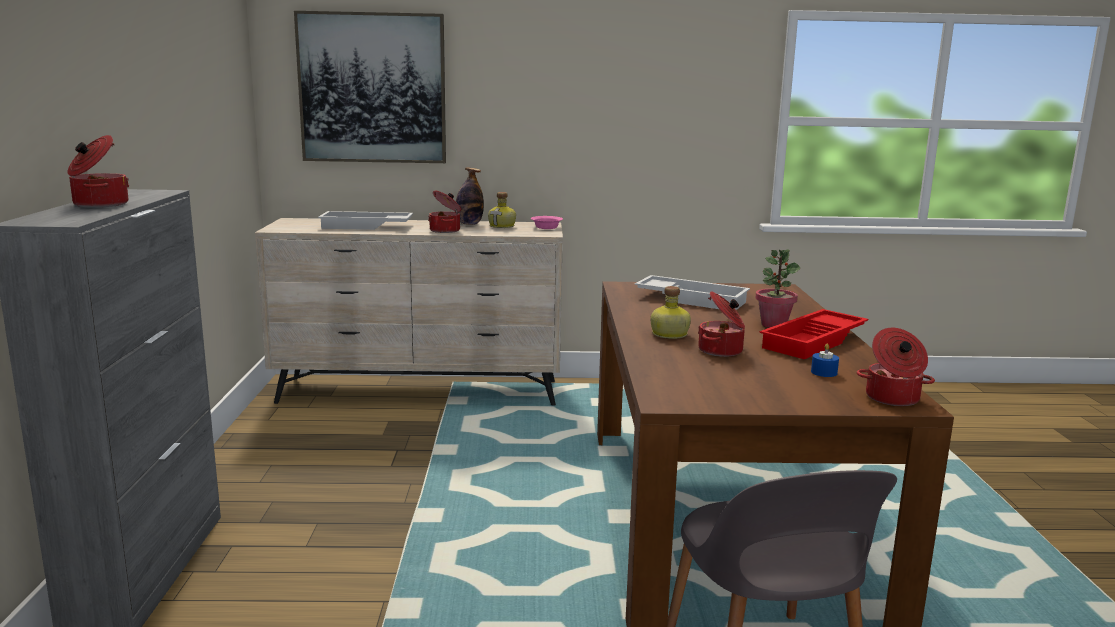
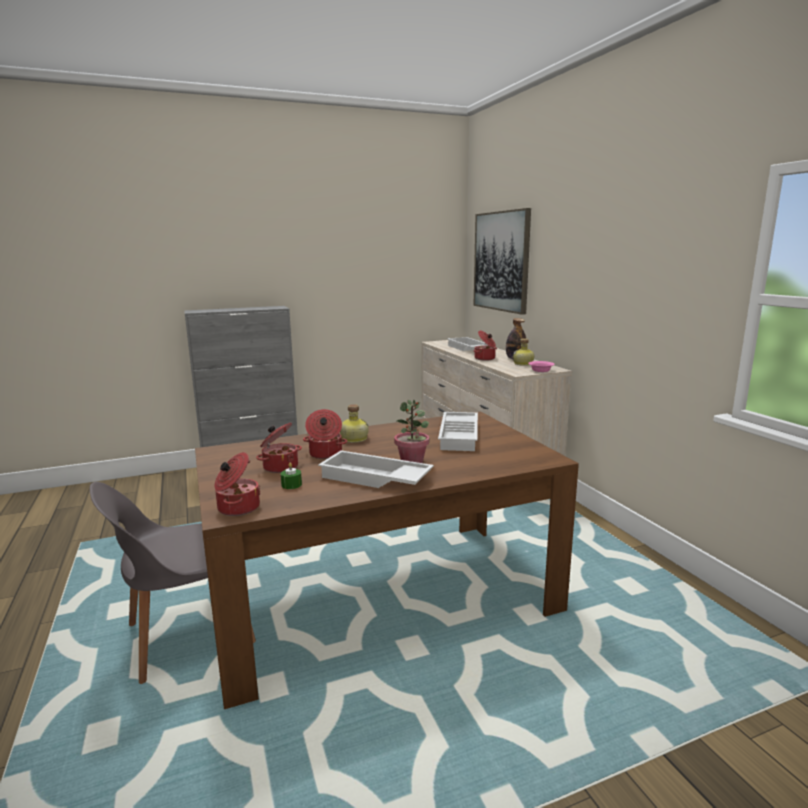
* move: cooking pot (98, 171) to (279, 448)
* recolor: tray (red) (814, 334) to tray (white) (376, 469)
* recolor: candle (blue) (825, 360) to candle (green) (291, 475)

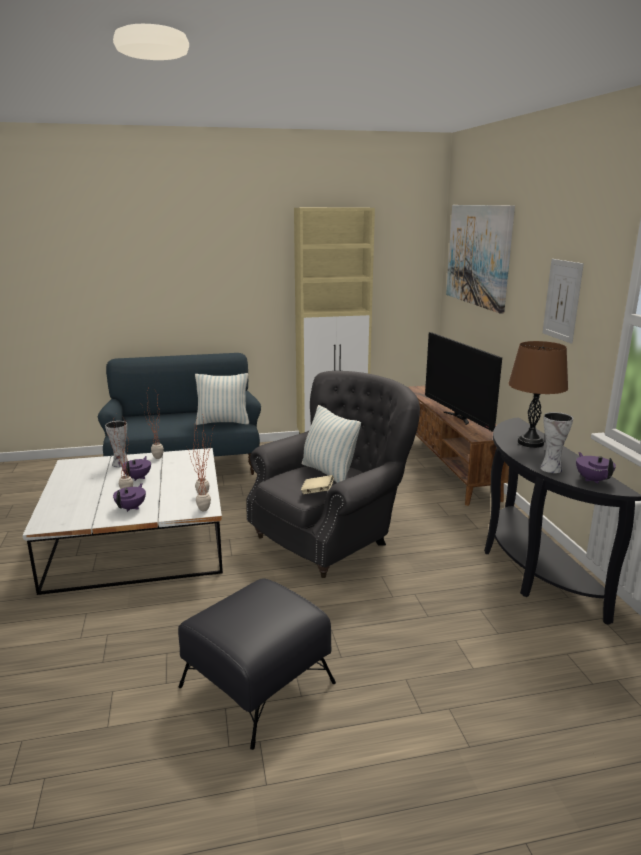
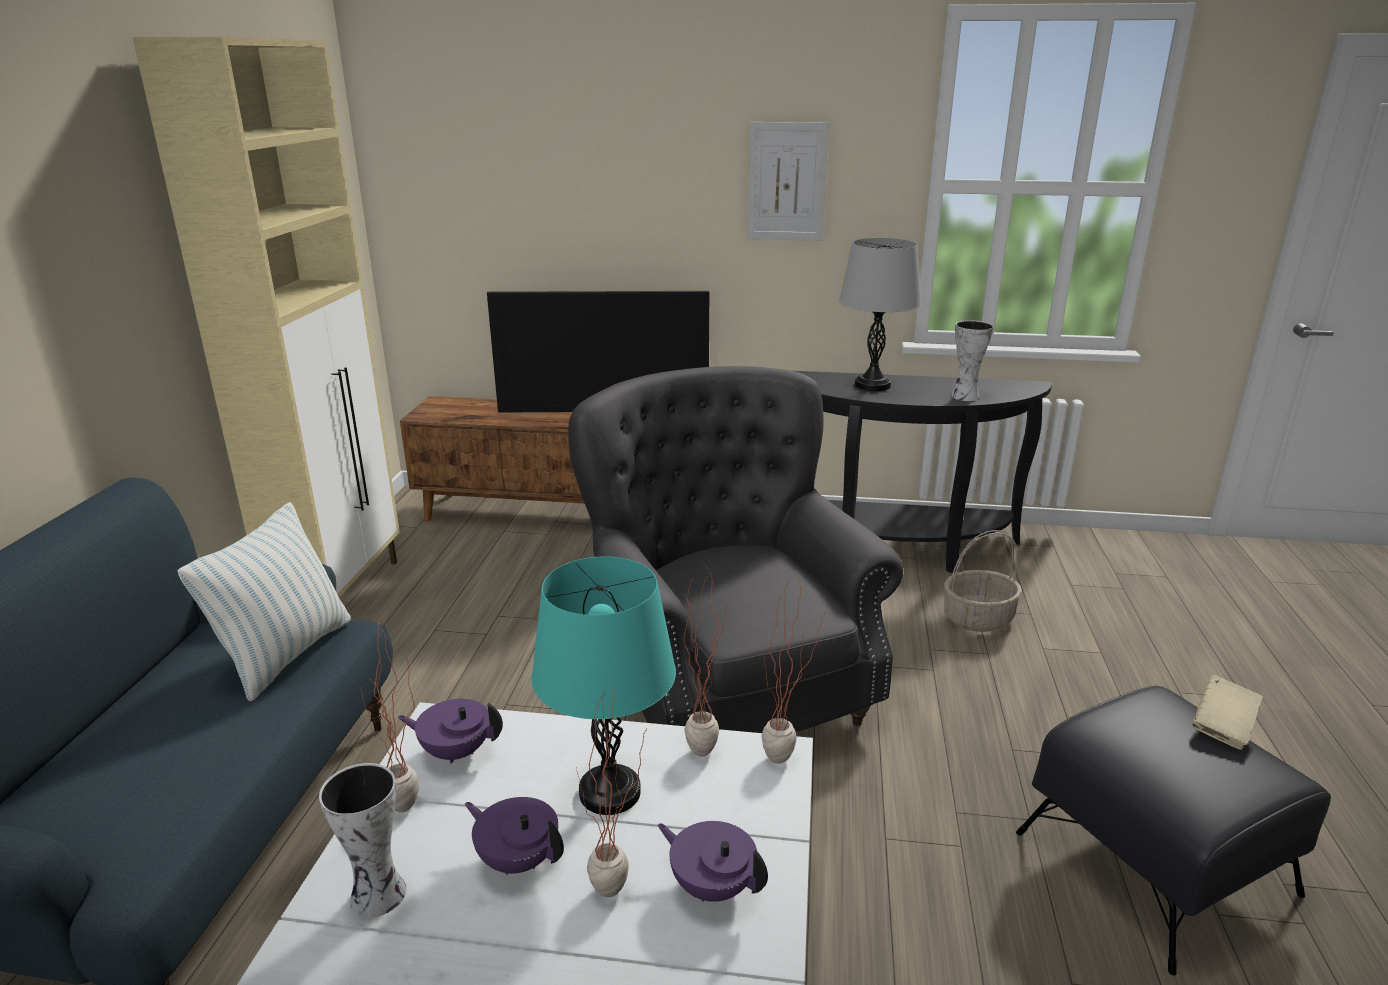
* move: book (beige) (317, 484) to (1227, 712)
* delete: pillow (331, 444)
* delete: picture (480, 259)
* recolor: table lamp (brown) (538, 394) to table lamp (grey) (880, 314)
* move: teapot (purple) (596, 468) to (450, 731)
* insert: table lamp (turquoise) (603, 685)
* insert: basket (983, 581)

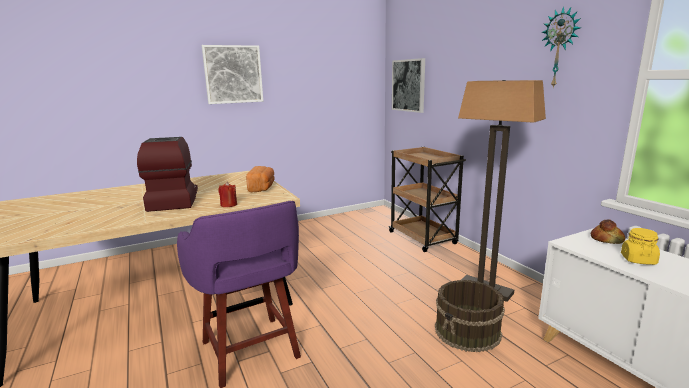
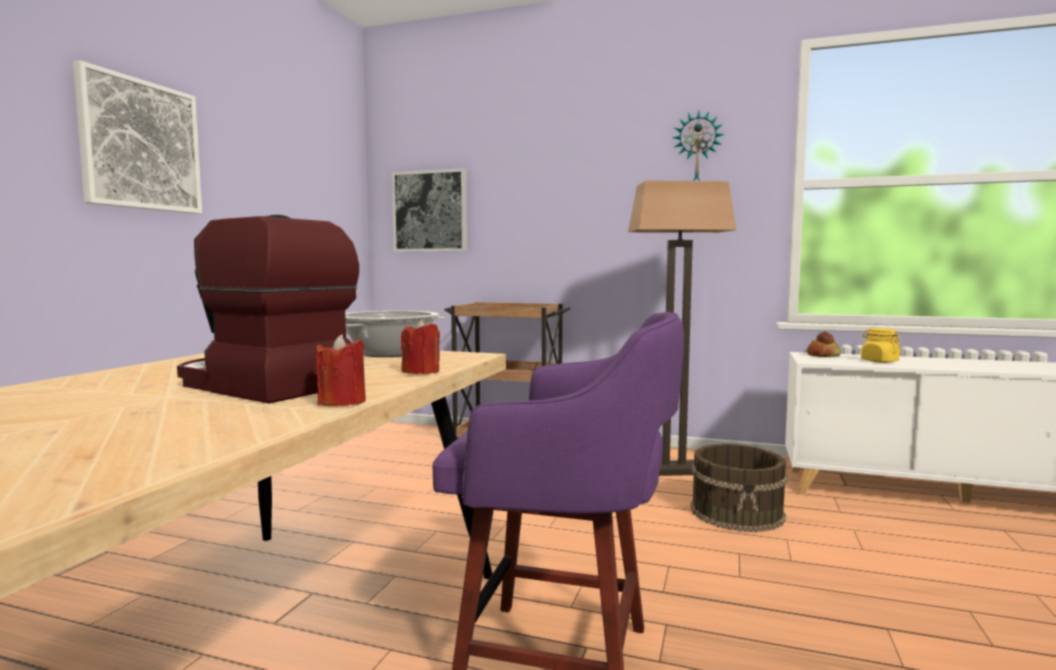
* replace: bread (260, 179) to cooking pot (395, 334)
* insert: candle (red) (341, 370)

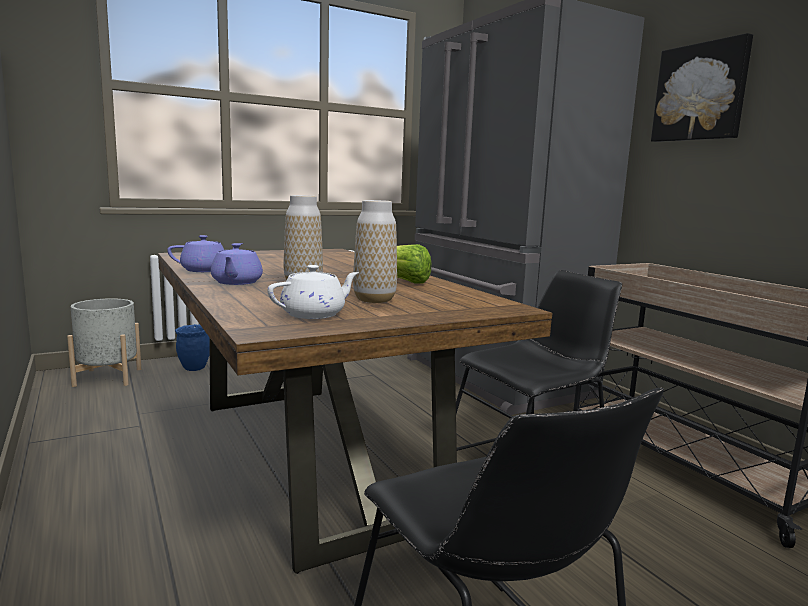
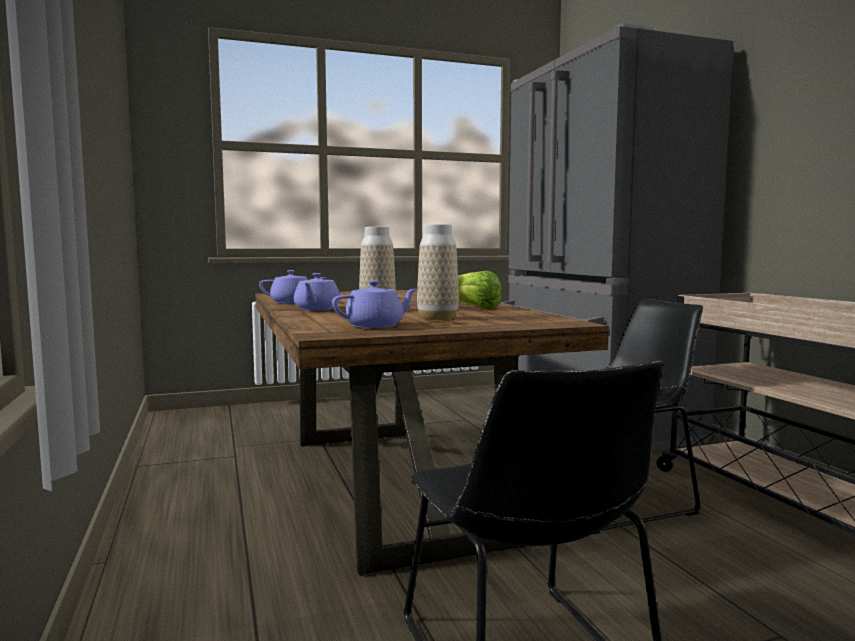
* delete: planter (grey) (104, 342)
* delete: planter (blue) (192, 347)
* recolor: teapot (white) (313, 292) to teapot (purple) (375, 304)
* delete: picture (702, 87)

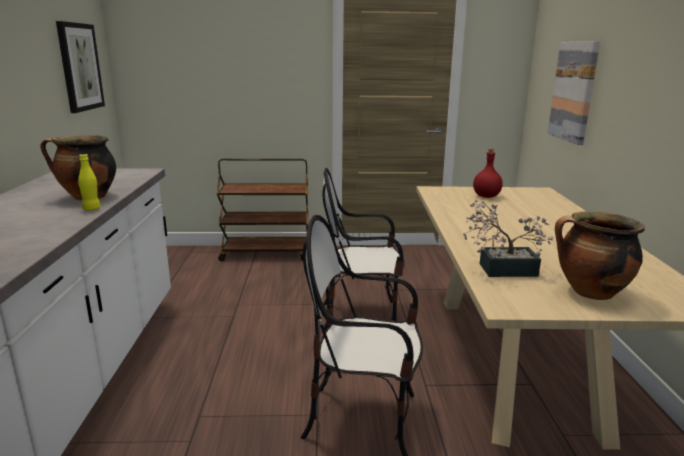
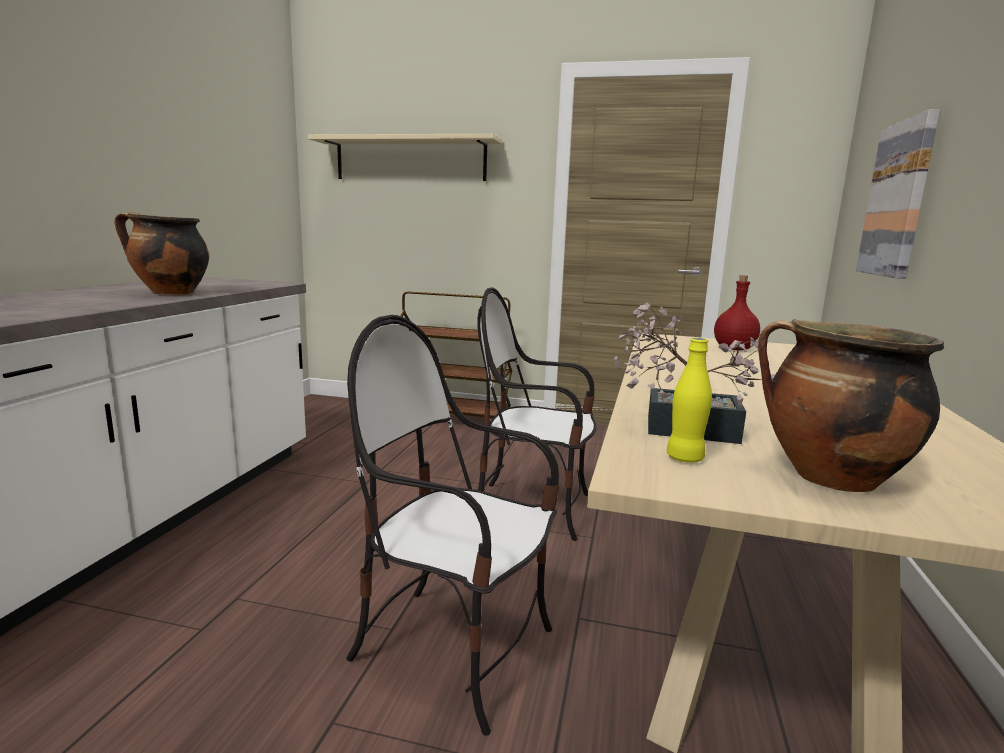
* delete: picture (80, 67)
* move: bottle (yellow) (89, 182) to (689, 400)
* insert: shelf (beige) (405, 157)

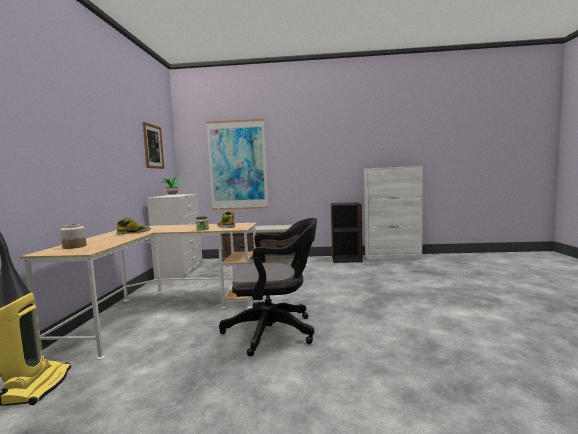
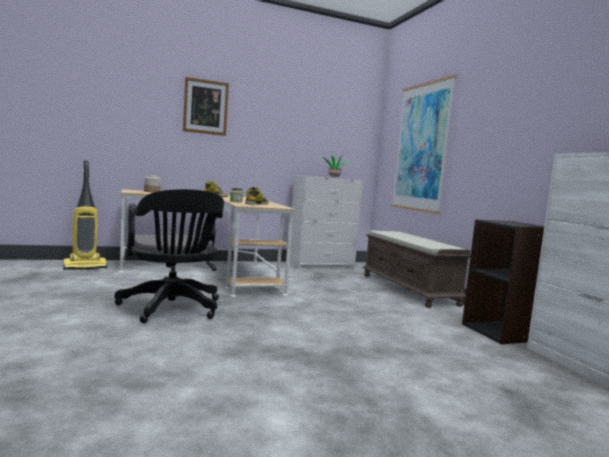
* move: picture (153, 145) to (206, 106)

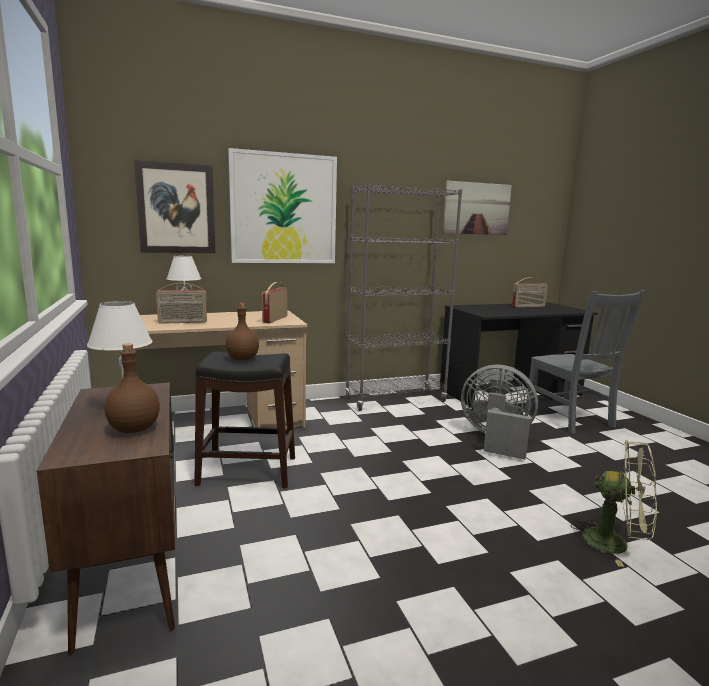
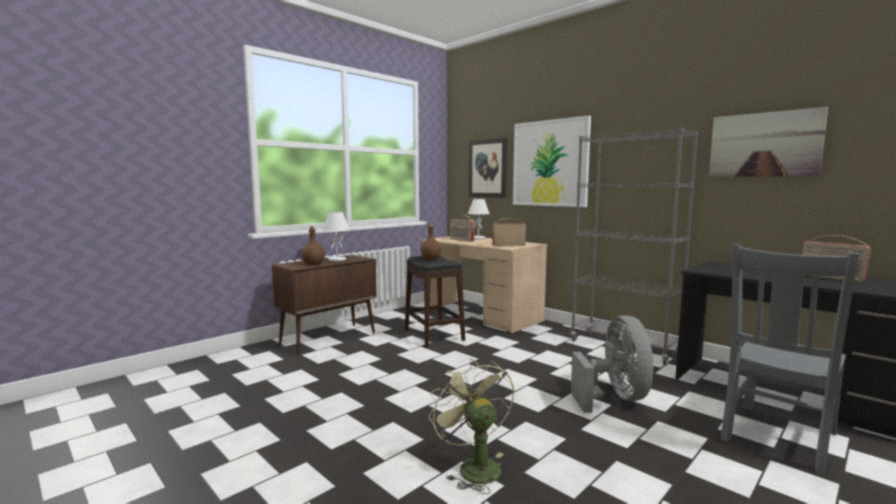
* rotate: fan (green) (614, 503) = (471, 426) 150 degrees clockwise

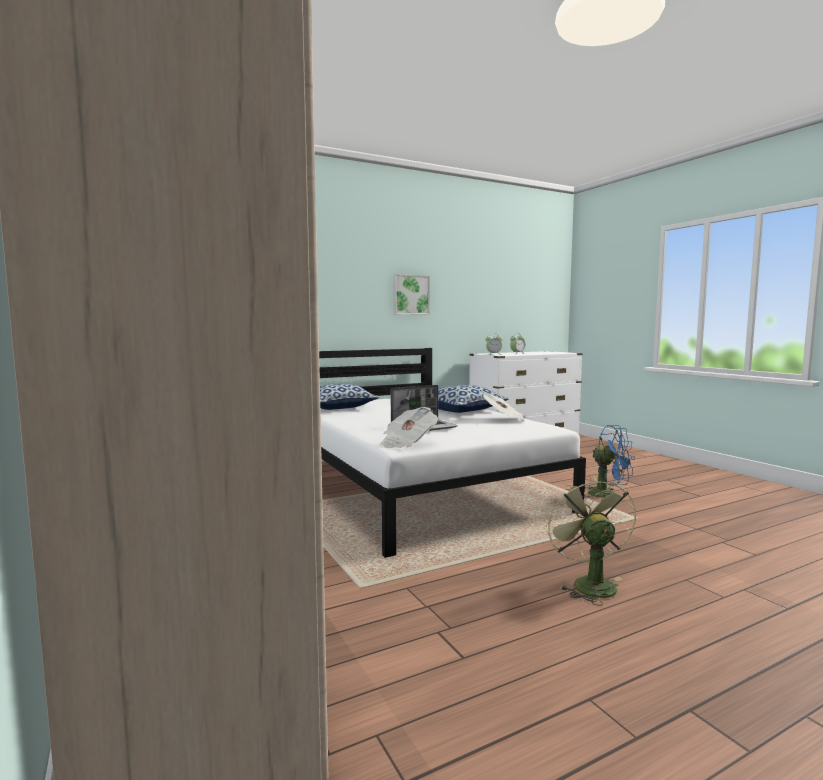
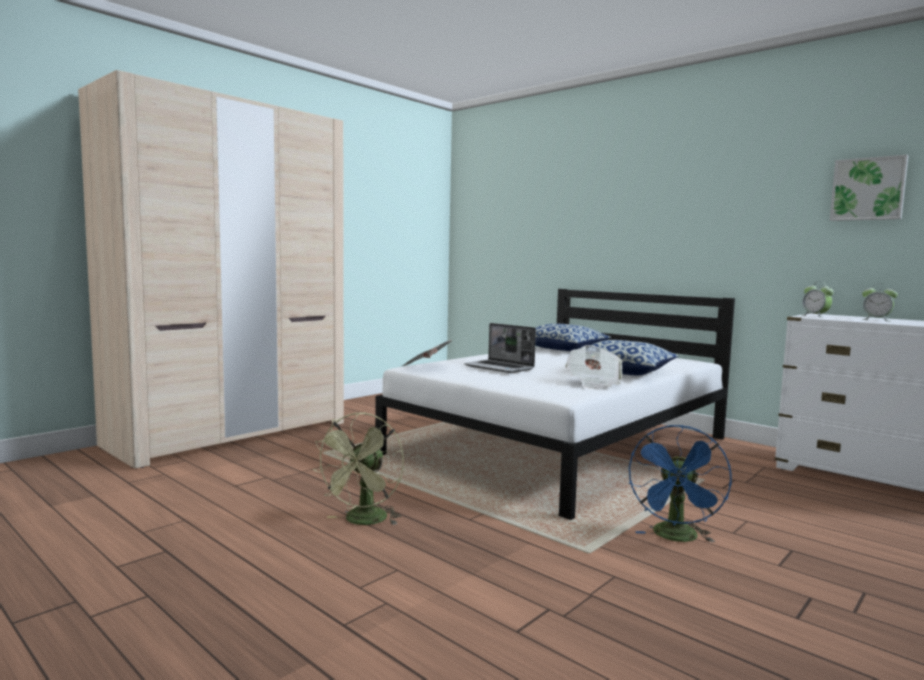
* move: picture (411, 294) to (869, 188)
* rotate: fan (green) (590, 540) = (358, 468) 135 degrees clockwise

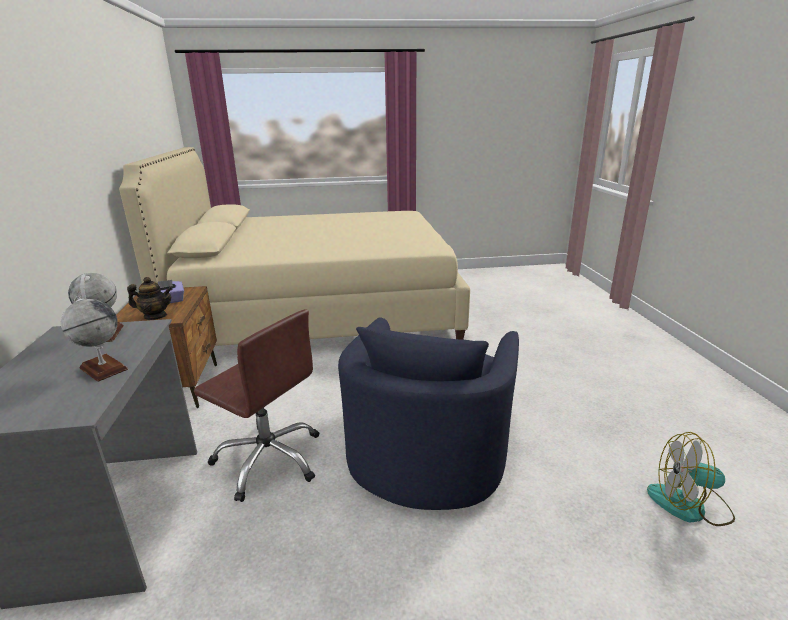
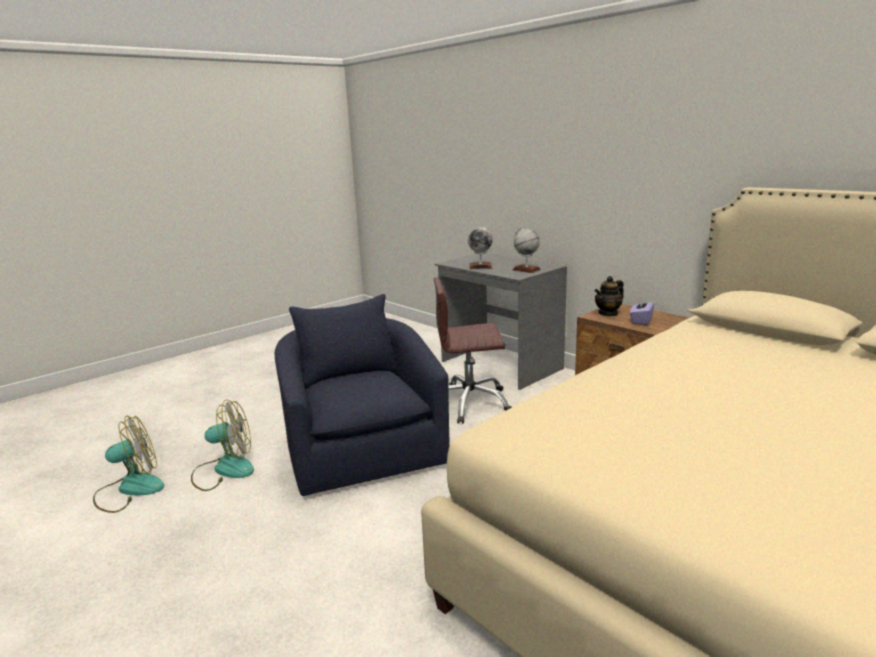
* insert: fan (222, 445)

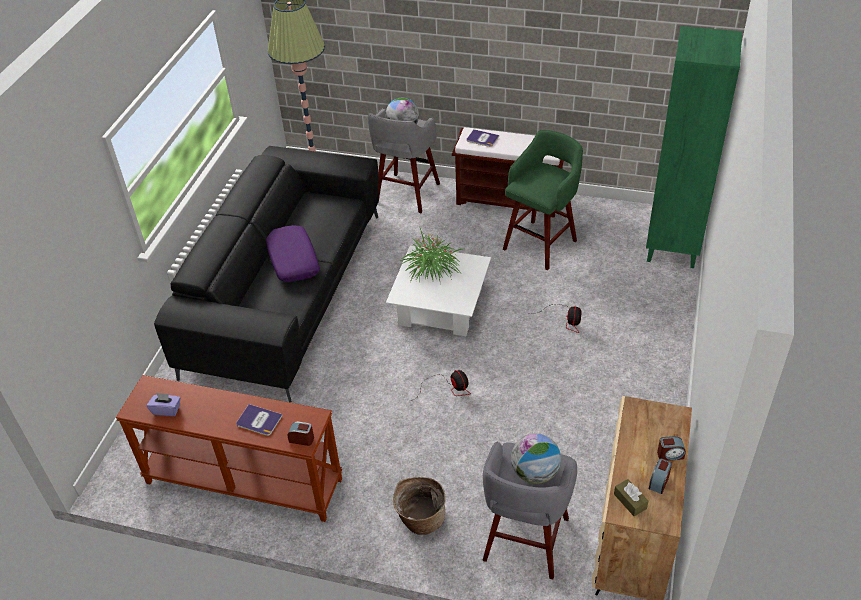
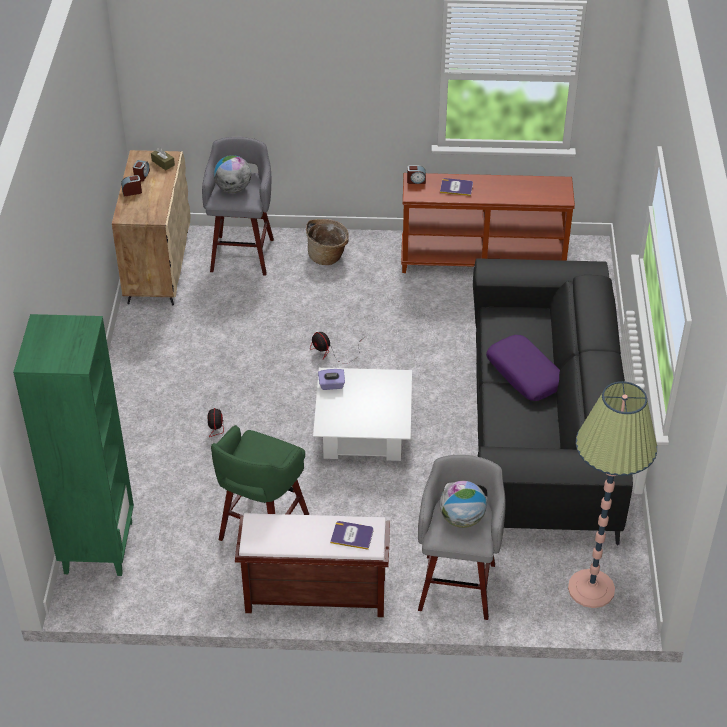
* move: tissue box (purple) (163, 404) to (331, 379)
* delete: potted plant (432, 255)

